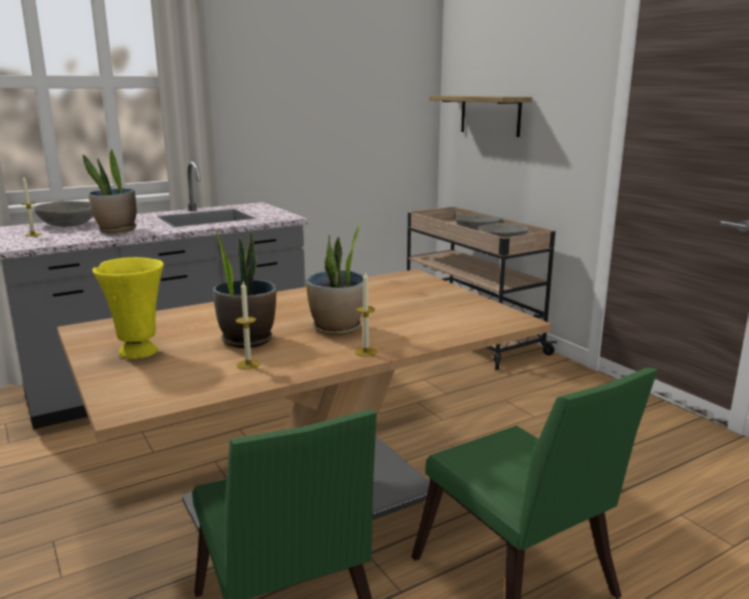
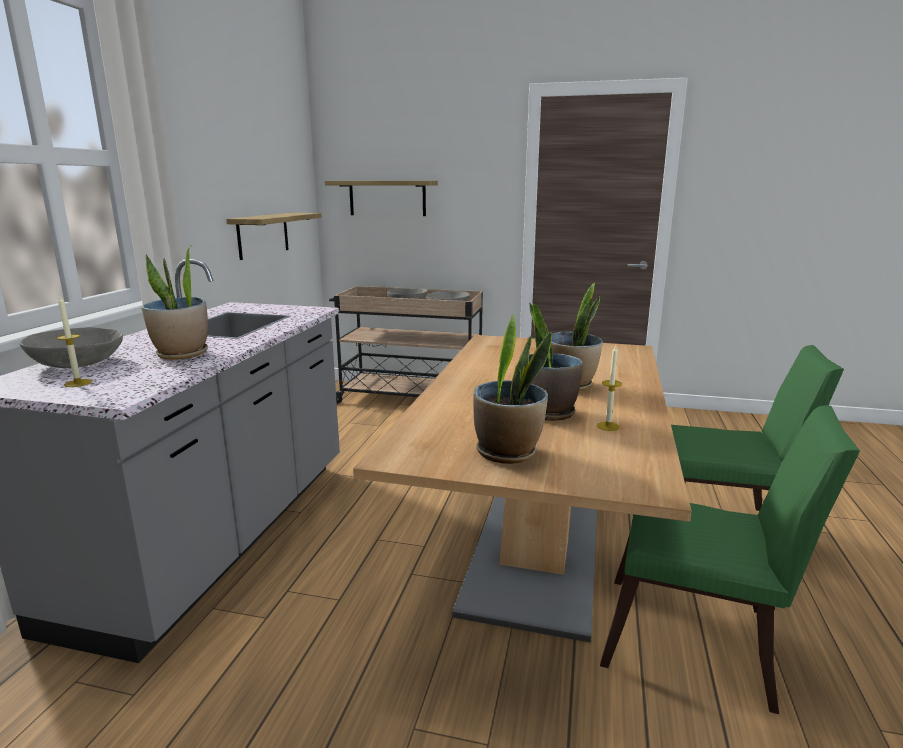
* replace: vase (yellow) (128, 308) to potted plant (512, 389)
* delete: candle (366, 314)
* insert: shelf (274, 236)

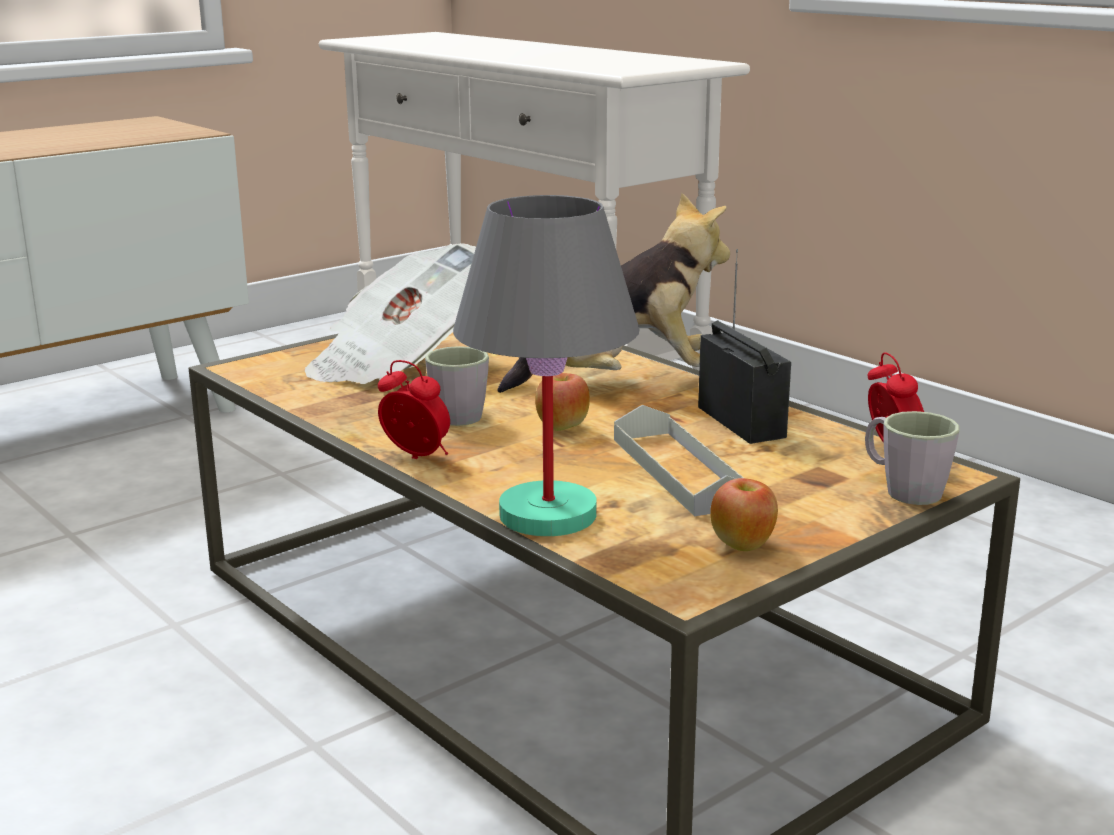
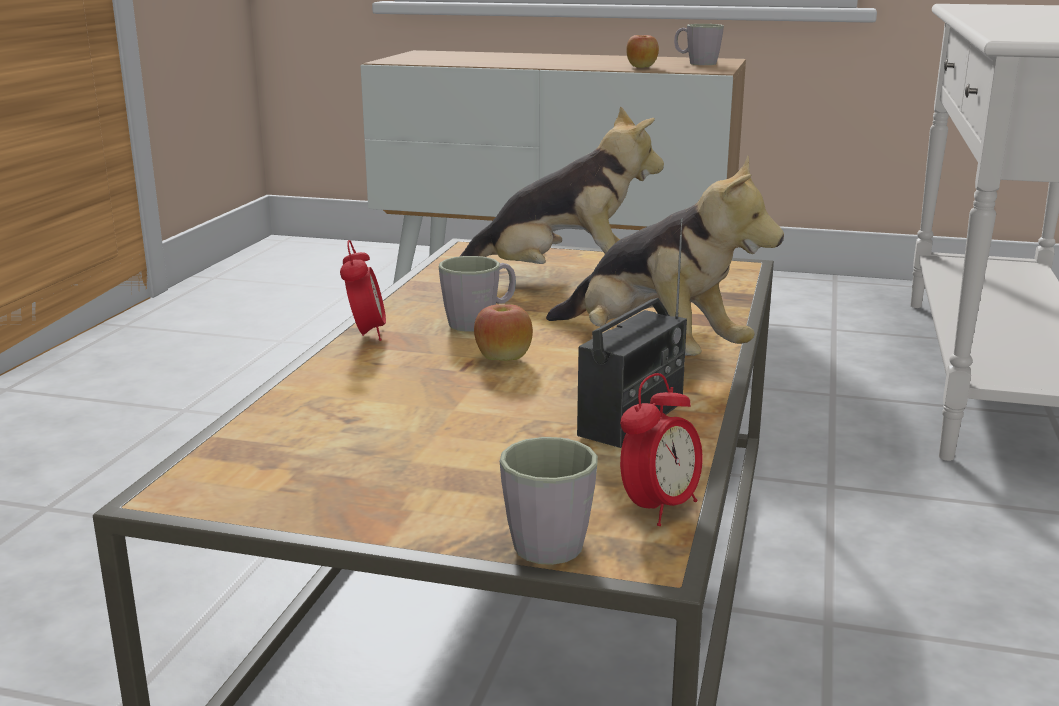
* replace: newspaper (390, 313) to plush toy (561, 185)
* delete: table lamp (grey) (546, 365)
* delete: tray (grey) (679, 460)
* move: apple (744, 514) to (642, 51)
* insert: mug (grey) (699, 44)

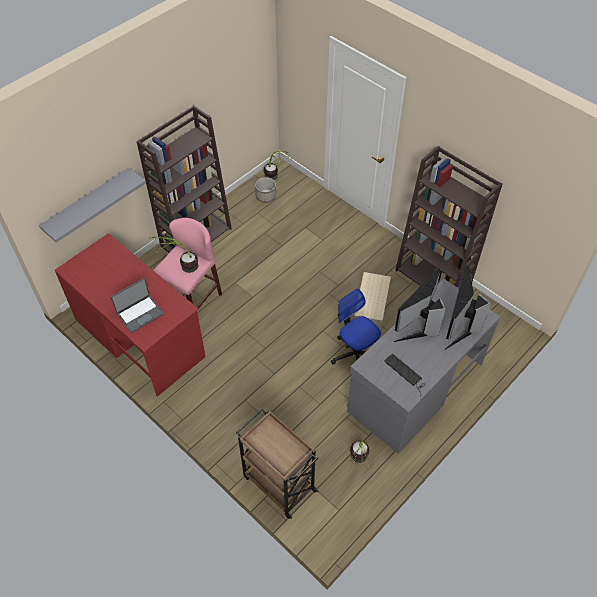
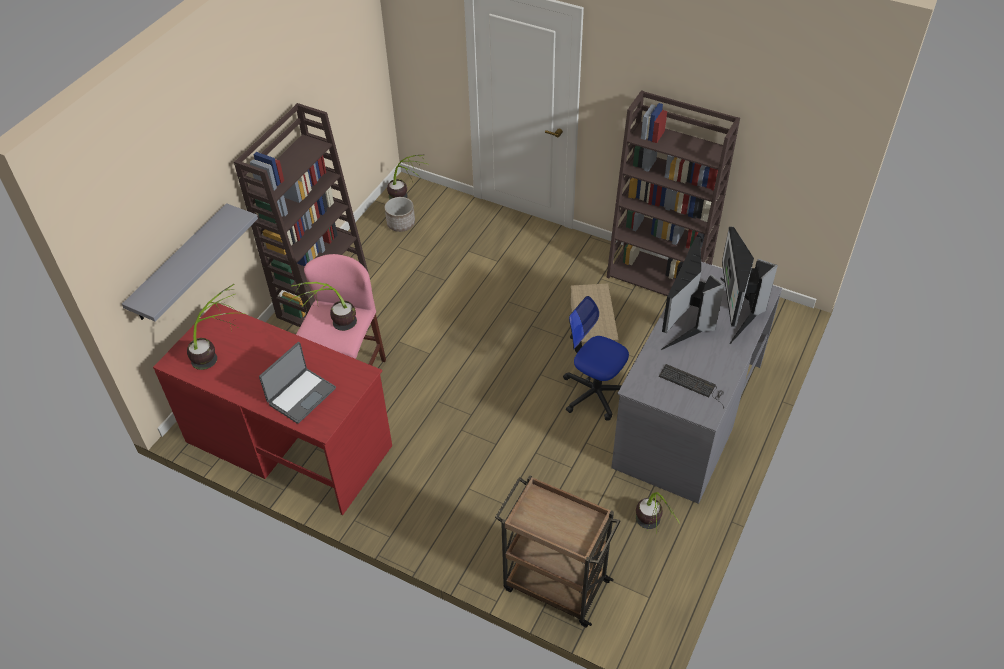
* insert: potted plant (215, 327)

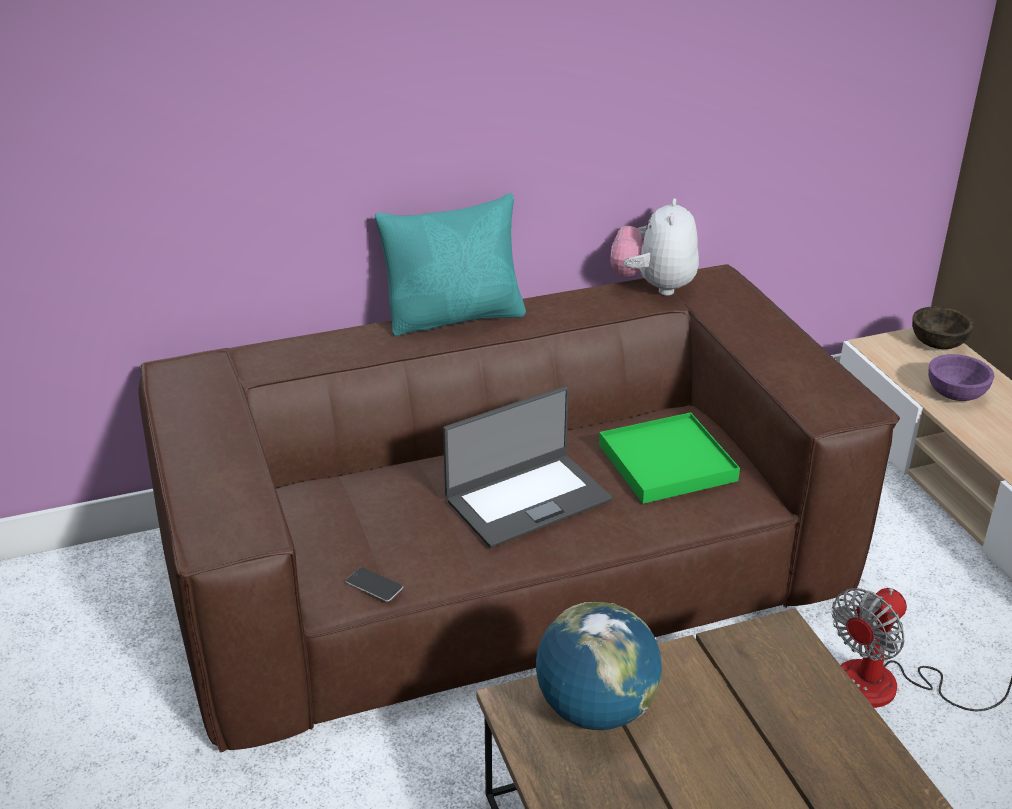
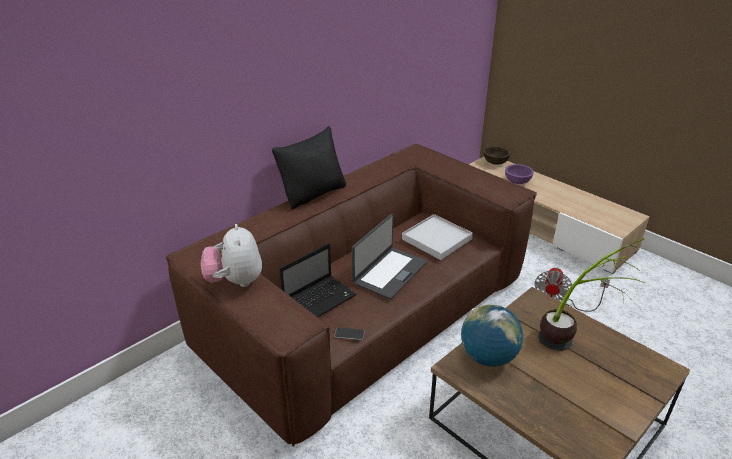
* recolor: pillow (turquoise) (450, 264) to pillow (black) (309, 168)
* recolor: tray (green) (669, 458) to tray (white) (437, 237)
* move: plush toy (655, 247) to (231, 255)
* insert: laptop (318, 280)
* insert: potted plant (591, 294)

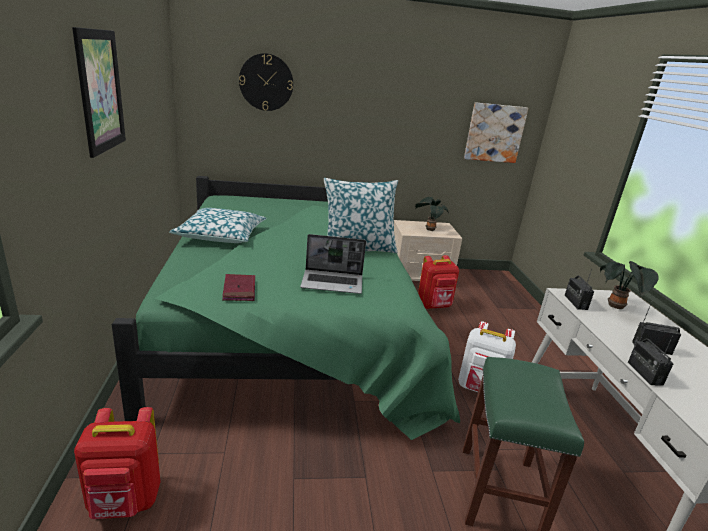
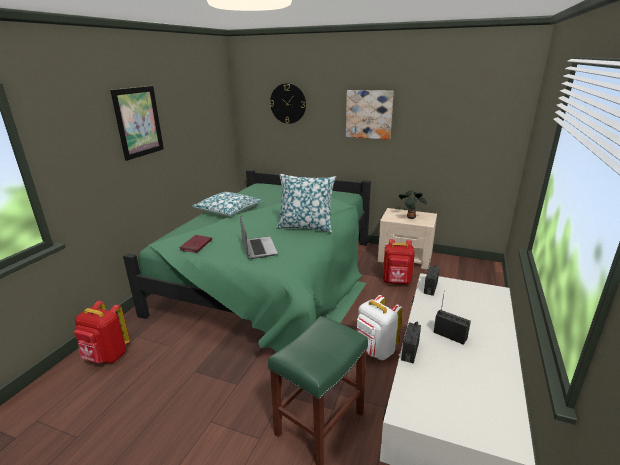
* rotate: laptop (333, 264) = (259, 237) 135 degrees counterclockwise
* move: picture (496, 132) to (370, 115)
* delete: potted plant (629, 285)

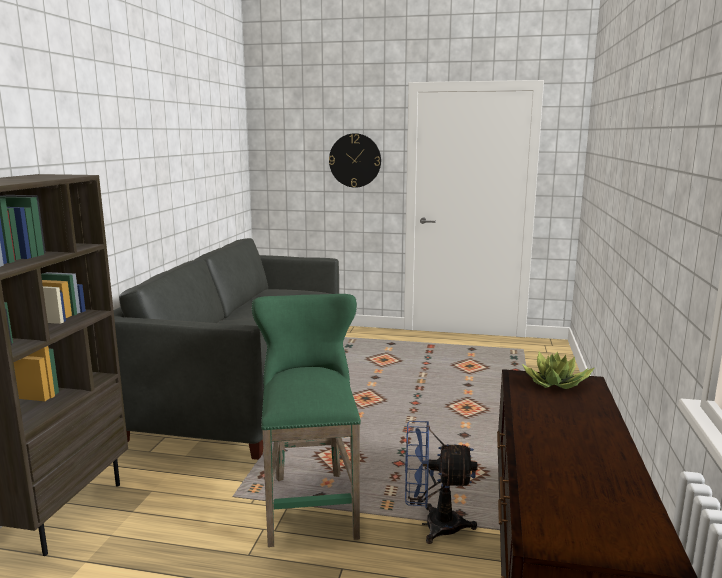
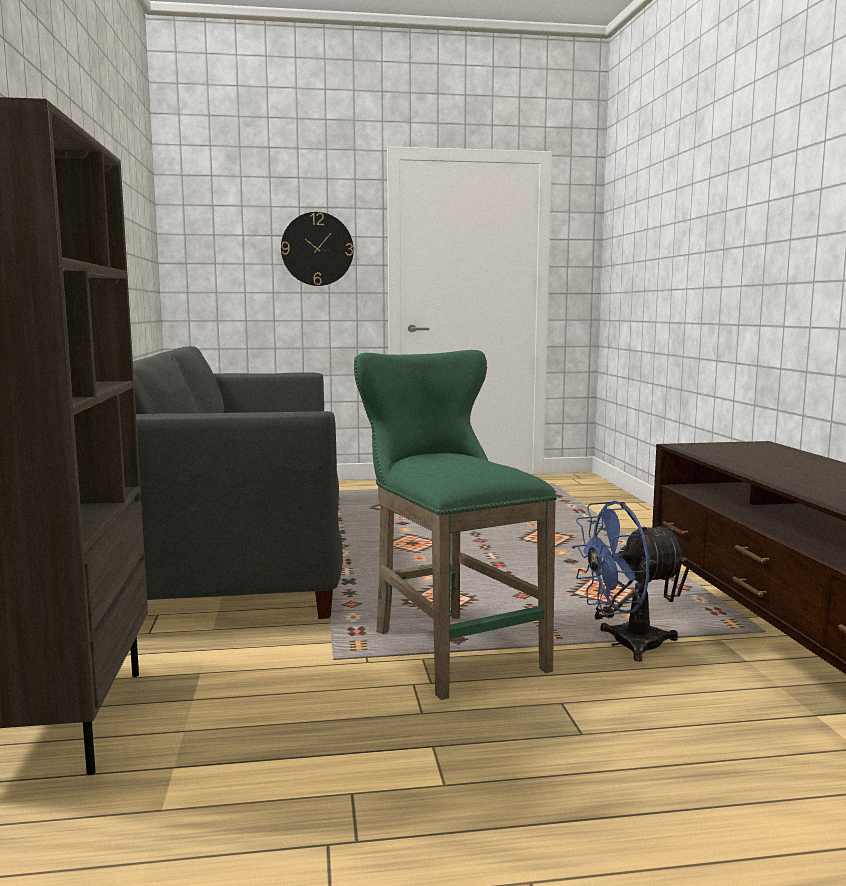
* delete: potted plant (558, 370)

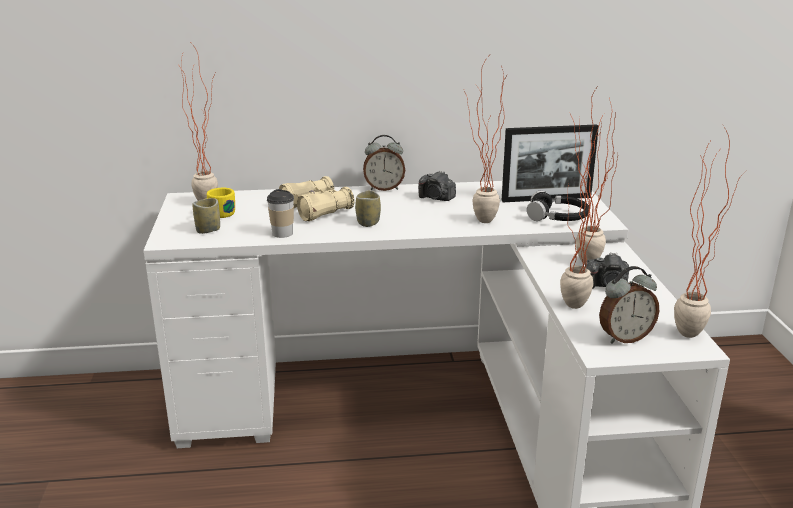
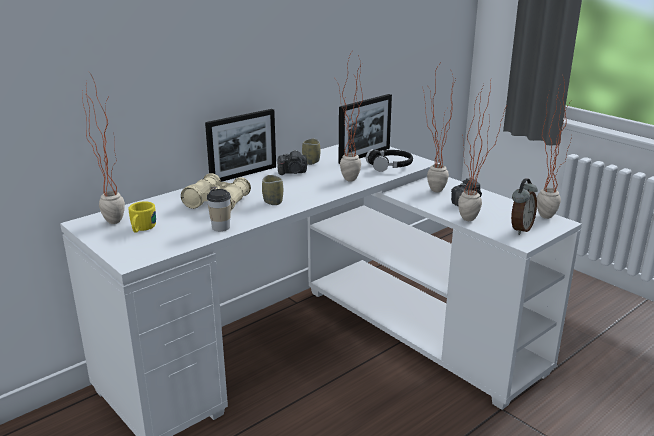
* move: cup (206, 216) to (311, 152)
* replace: alarm clock (384, 163) to picture frame (240, 145)

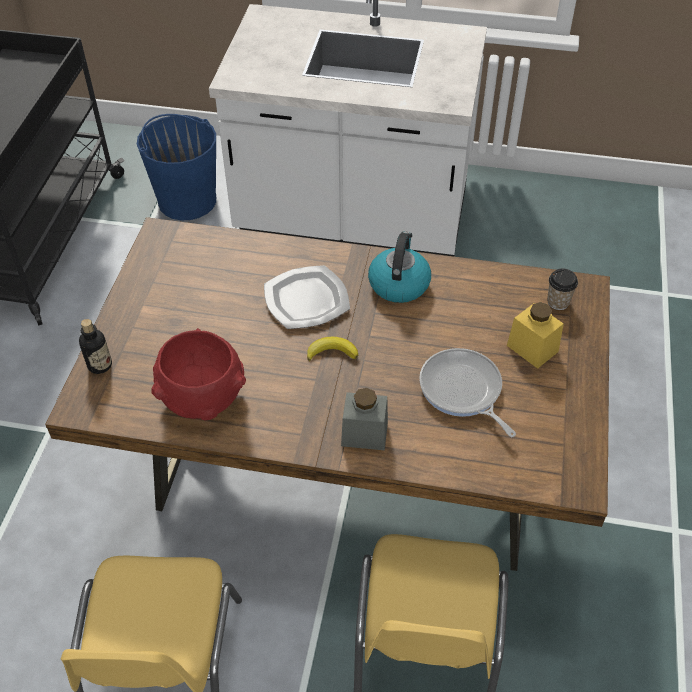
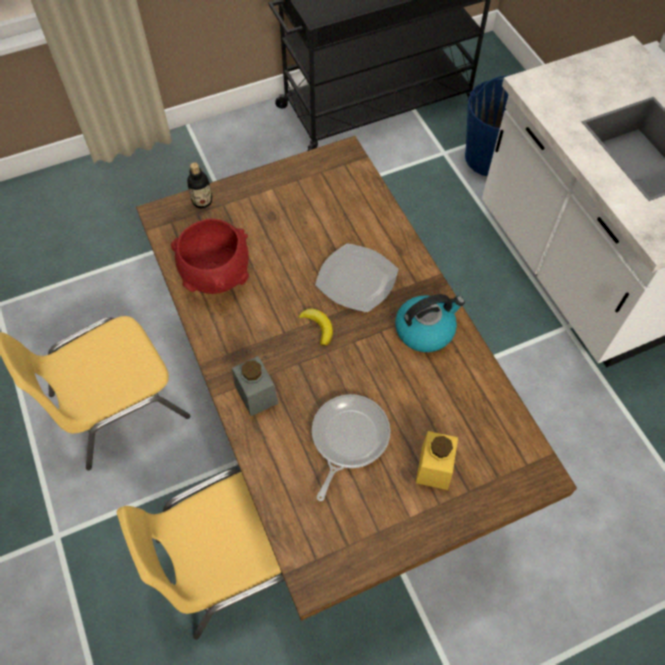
* delete: cup (562, 289)

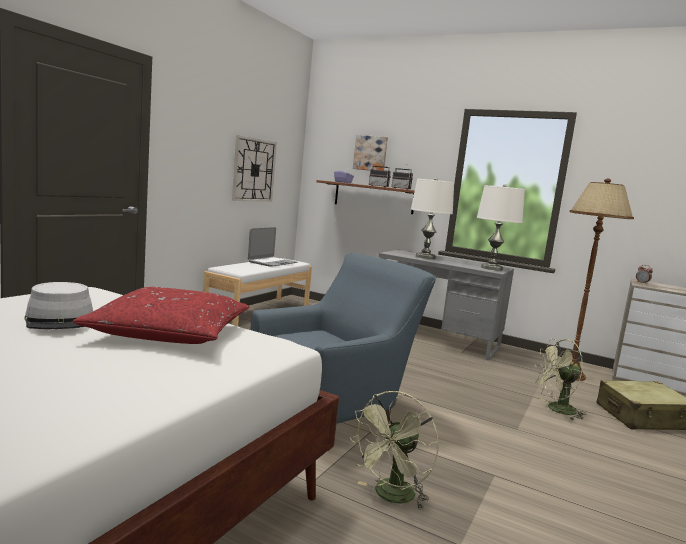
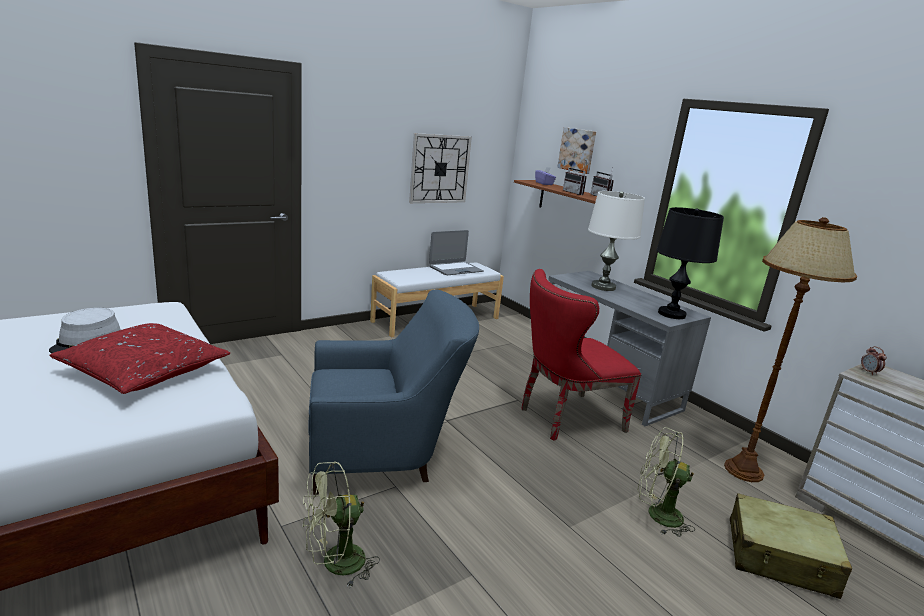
* recolor: table lamp (white) (501, 227) to table lamp (black) (690, 263)
* insert: chair (red) (581, 355)

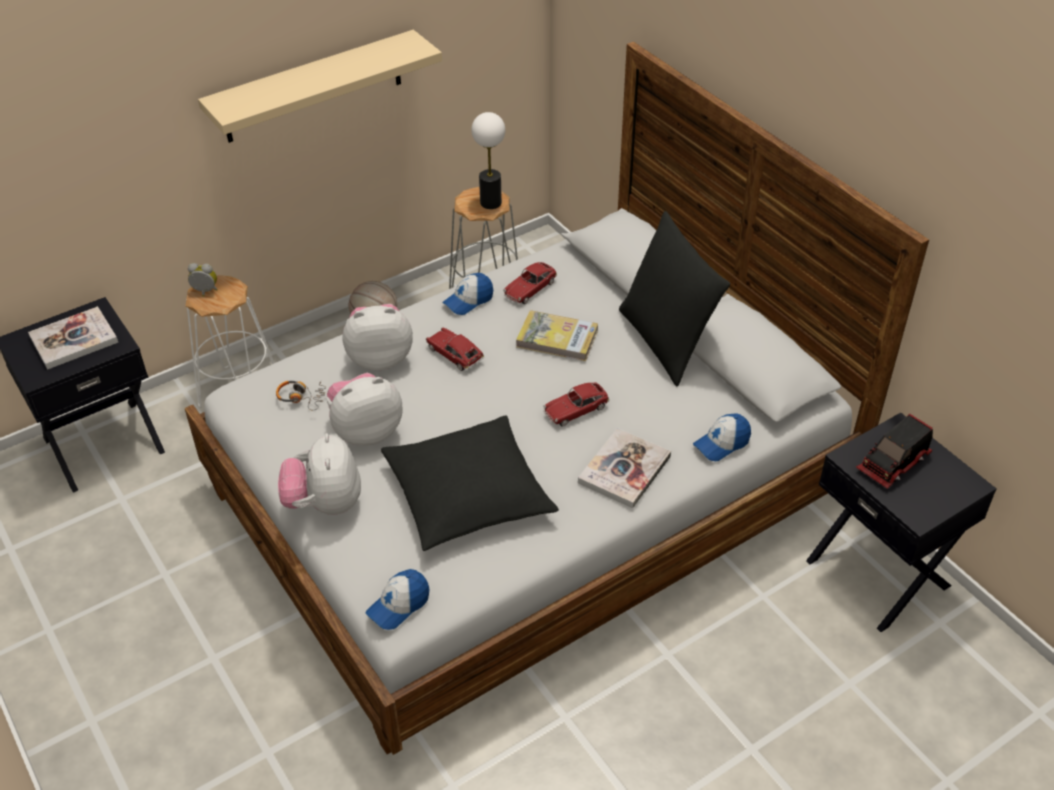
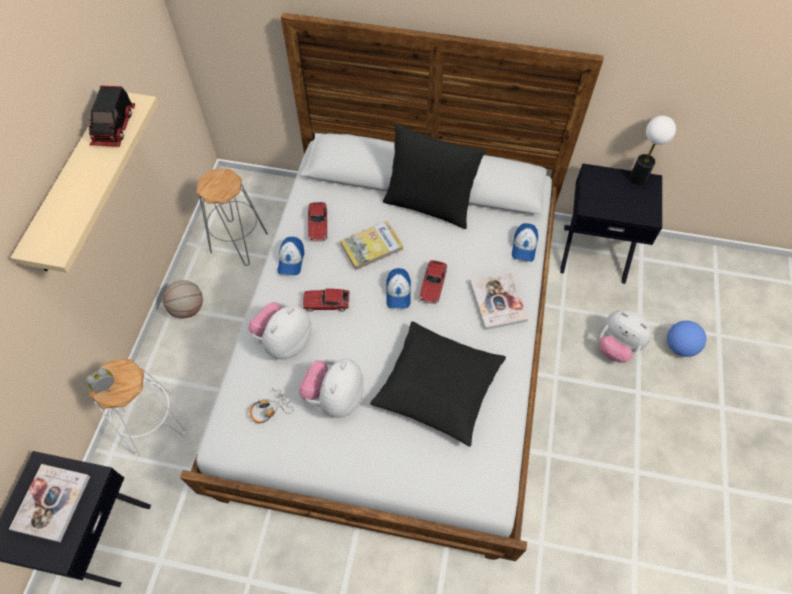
* move: plush toy (319, 474) to (625, 336)
* move: cap (397, 599) to (398, 288)
* move: table lamp (488, 160) to (653, 150)
* move: toy truck (894, 451) to (112, 116)
* insert: football (686, 339)

